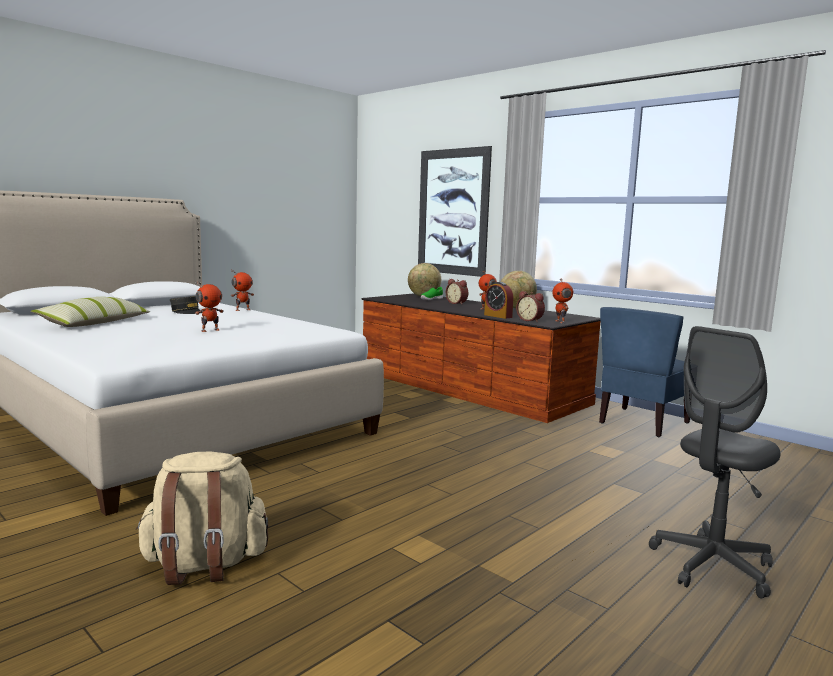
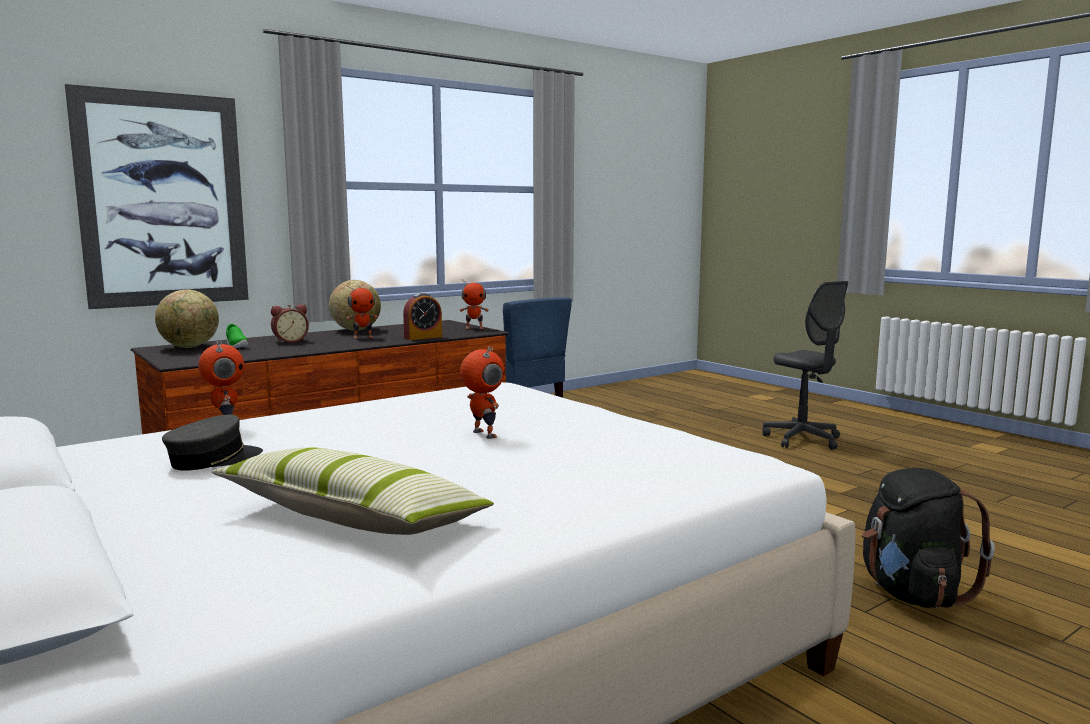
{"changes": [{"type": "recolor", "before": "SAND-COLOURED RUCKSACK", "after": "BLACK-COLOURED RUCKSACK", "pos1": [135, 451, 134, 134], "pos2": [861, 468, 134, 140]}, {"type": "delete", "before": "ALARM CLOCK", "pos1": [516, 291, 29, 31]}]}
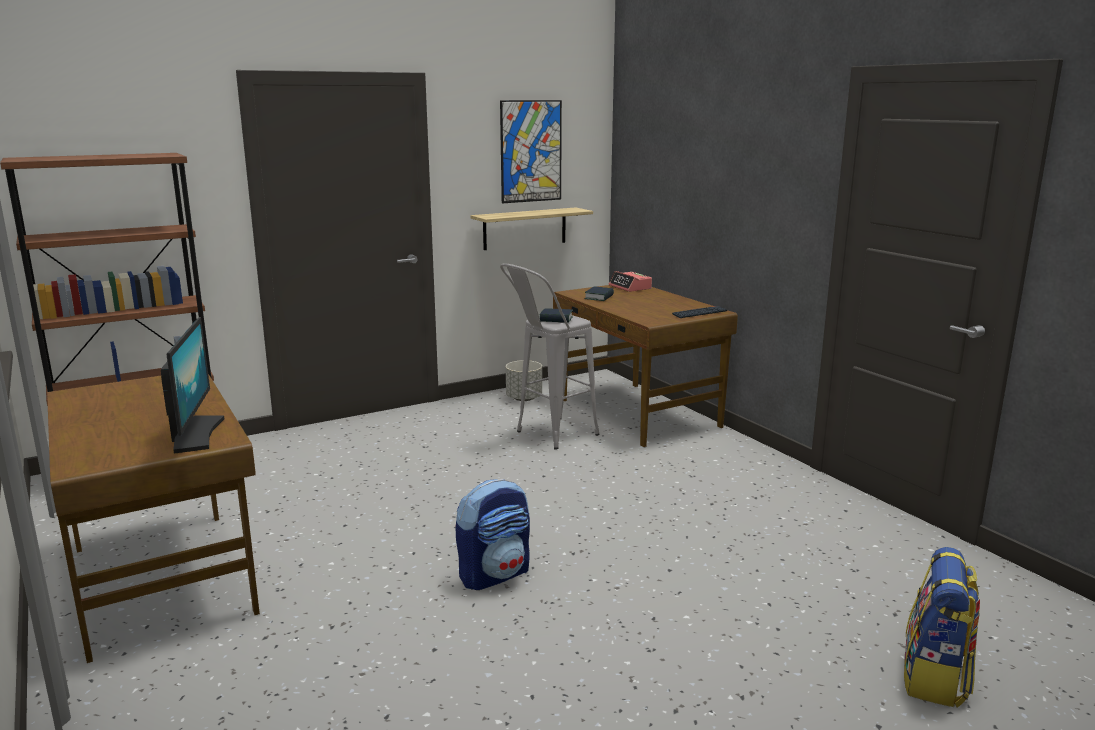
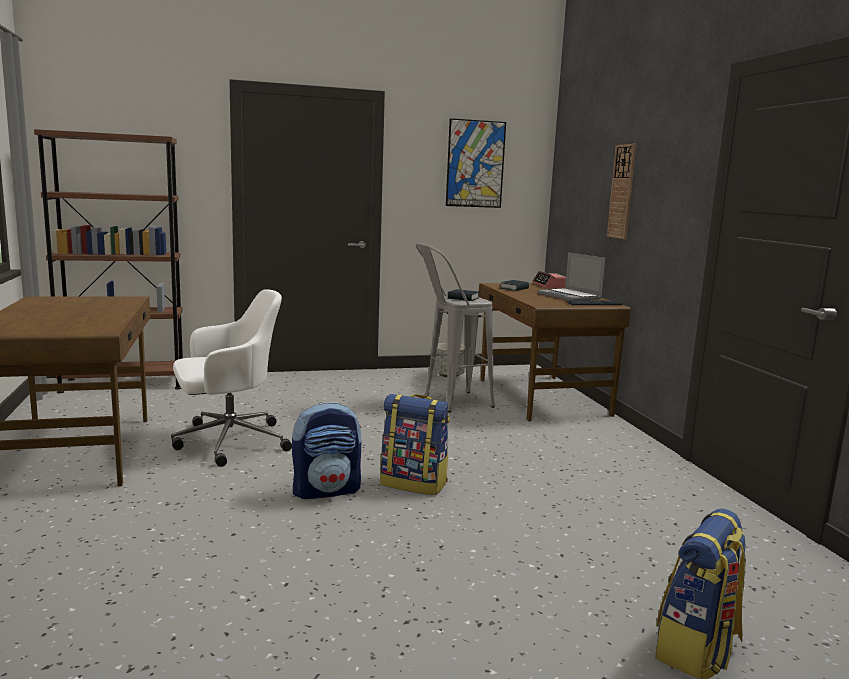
{"changes": [{"type": "delete", "before": "MONITOR", "pos1": [161, 317, 63, 137]}, {"type": "delete", "before": "WALL SHELF", "pos1": [471, 207, 122, 43]}, {"type": "insert", "after": "WHITE-COLOURED COMPUTER CHAIR", "pos2": [171, 289, 121, 178]}, {"type": "insert", "after": "RUCKSACK", "pos2": [380, 394, 70, 101]}, {"type": "insert", "after": "NOTEBOOK COMPUTER", "pos2": [538, 252, 67, 49]}, {"type": "insert", "after": "CLOCK ON THE WALL", "pos2": [607, 144, 29, 95]}]}
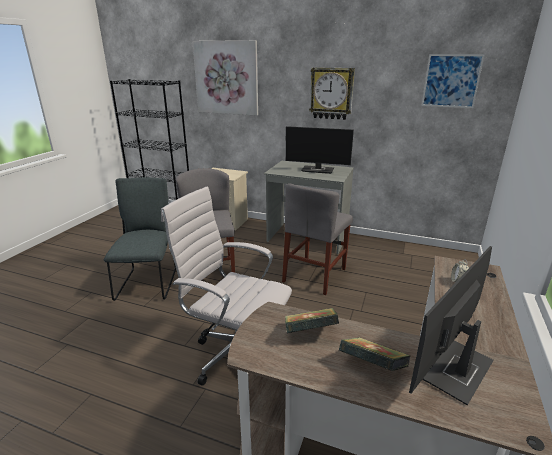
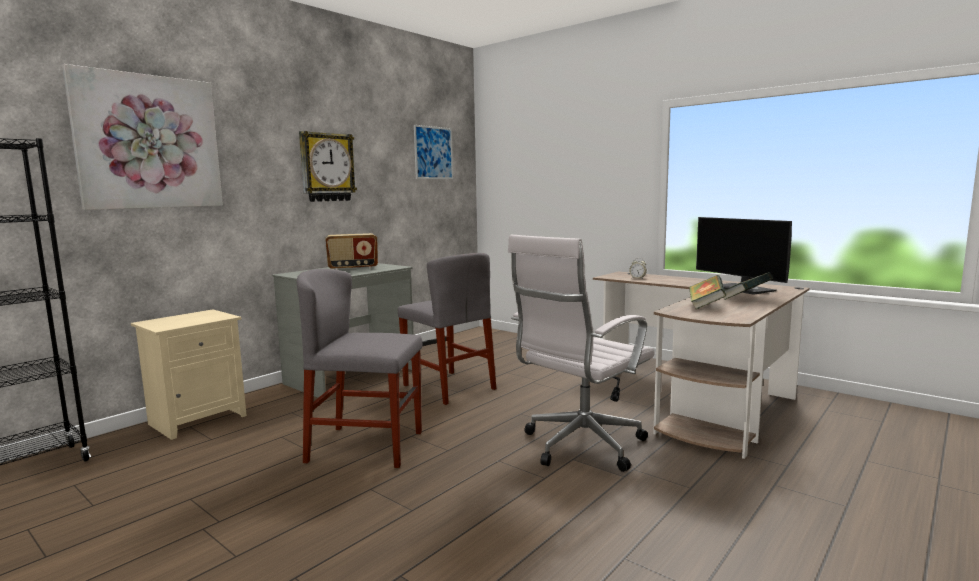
{"changes": [{"type": "delete", "before": "GREY UPRIGHT CHAIR", "pos1": [104, 177, 72, 124]}, {"type": "replace", "before": "MONITOR", "after": "RADIO SET", "pos1": [285, 126, 69, 48], "pos2": [325, 233, 53, 37]}]}
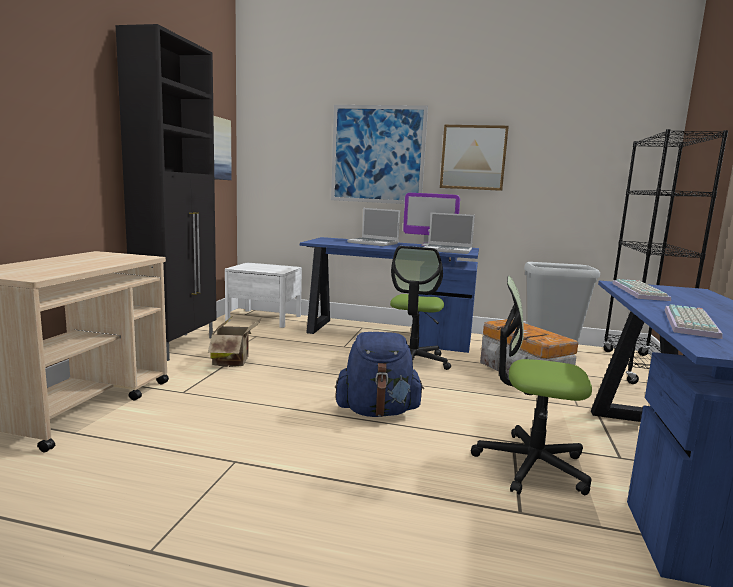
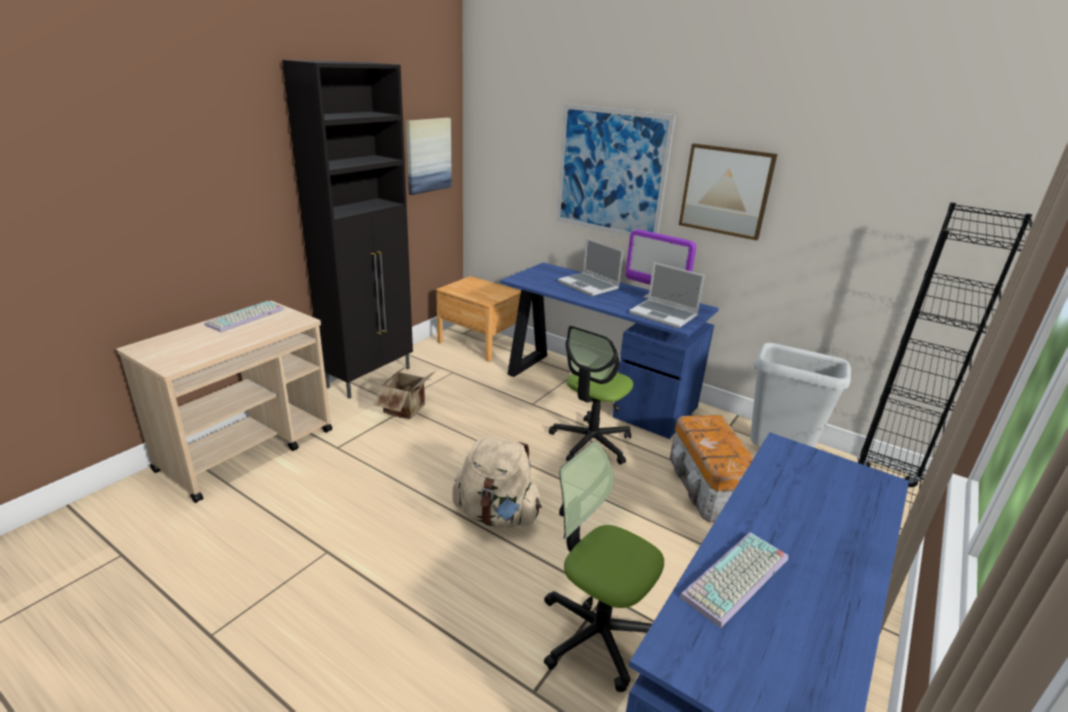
{"changes": [{"type": "recolor", "before": "WHITE-COLOURED NIGHT TABLE", "after": "BROWN-COLOURED NIGHT TABLE", "pos1": [225, 263, 77, 65], "pos2": [436, 276, 85, 85]}, {"type": "recolor", "before": "BLUISH RUCKSACK", "after": "SAND-COLOURED RUCKSACK", "pos1": [335, 332, 89, 85], "pos2": [452, 436, 90, 92]}, {"type": "move", "before": "COMPUTER KEYBOARD", "pos1": [612, 279, 59, 22], "pos2": [205, 301, 79, 31]}]}
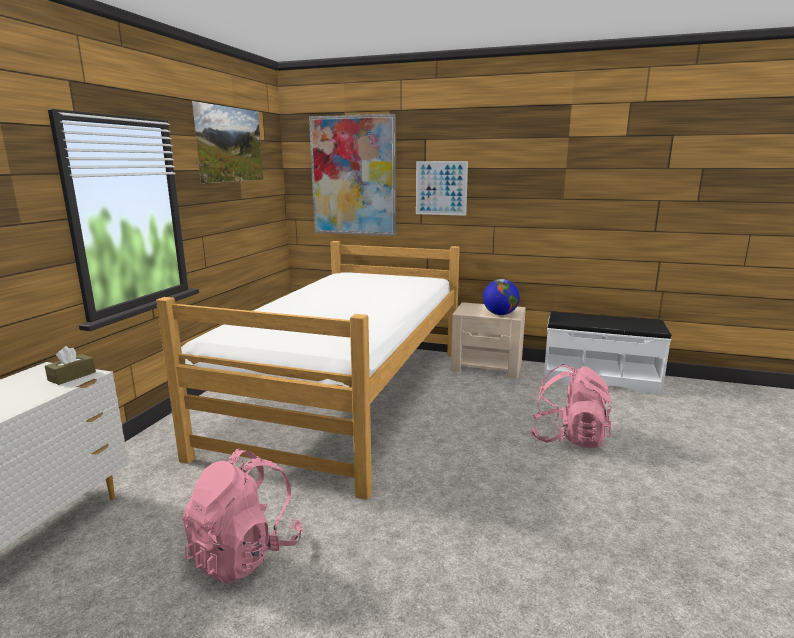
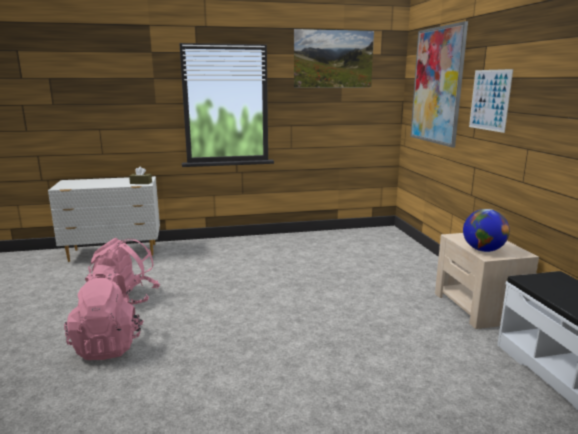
{"changes": [{"type": "delete", "before": "SLEEPING BED", "pos1": [156, 241, 304, 259]}, {"type": "move", "before": "PINKISH RUCKSACK", "pos1": [530, 364, 82, 84], "pos2": [64, 271, 80, 89]}]}
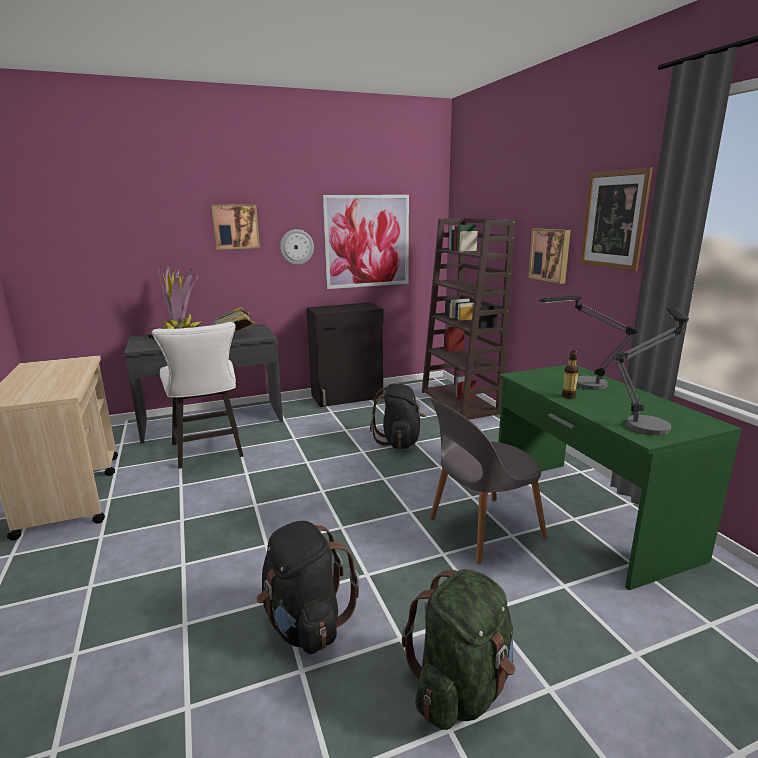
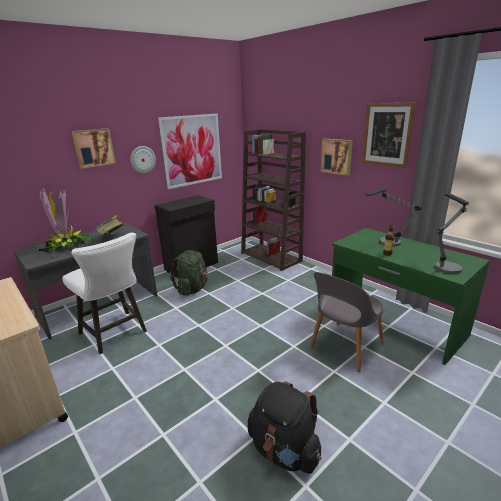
{"changes": [{"type": "delete", "before": "BLACK-COLOURED RUCKSACK", "pos1": [370, 383, 56, 66]}, {"type": "move", "before": "GREEN-COLOURED RUCKSACK", "pos1": [402, 569, 114, 161], "pos2": [170, 250, 38, 46]}]}
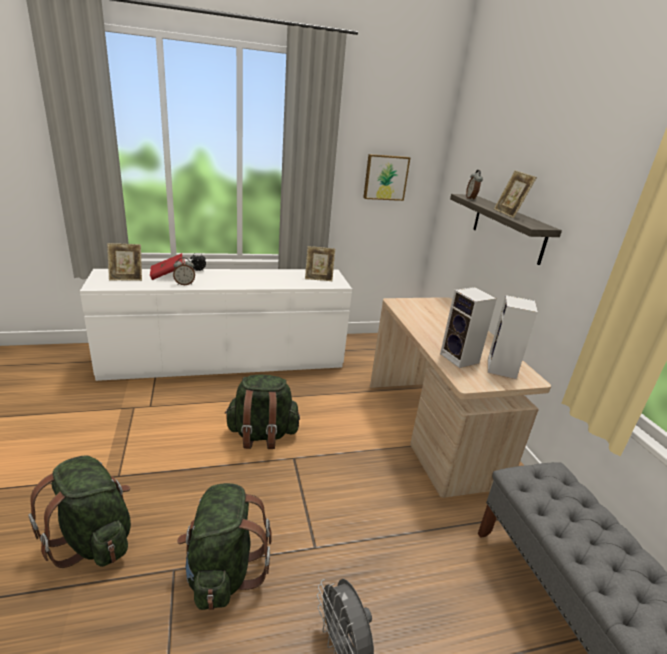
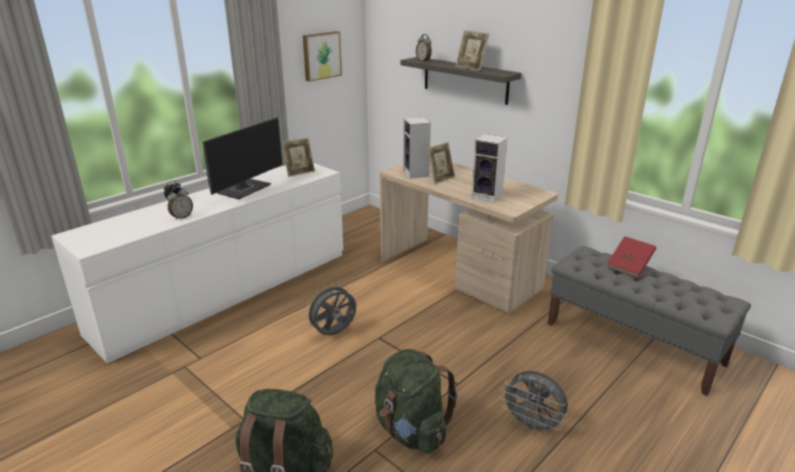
{"changes": [{"type": "move", "before": "PICTURE FRAME", "pos1": [107, 243, 35, 38], "pos2": [427, 142, 28, 42]}, {"type": "move", "before": "RED BOOK", "pos1": [150, 253, 35, 27], "pos2": [607, 236, 49, 42]}, {"type": "replace", "before": "GREEN-COLOURED RUCKSACK", "after": "GREY COOLING FAN", "pos1": [224, 374, 76, 75], "pos2": [305, 283, 51, 52]}, {"type": "move", "before": "AUDIO SPEAKER", "pos1": [488, 295, 50, 84], "pos2": [403, 117, 28, 62]}, {"type": "insert", "after": "MONITOR", "pos2": [203, 117, 80, 83]}]}
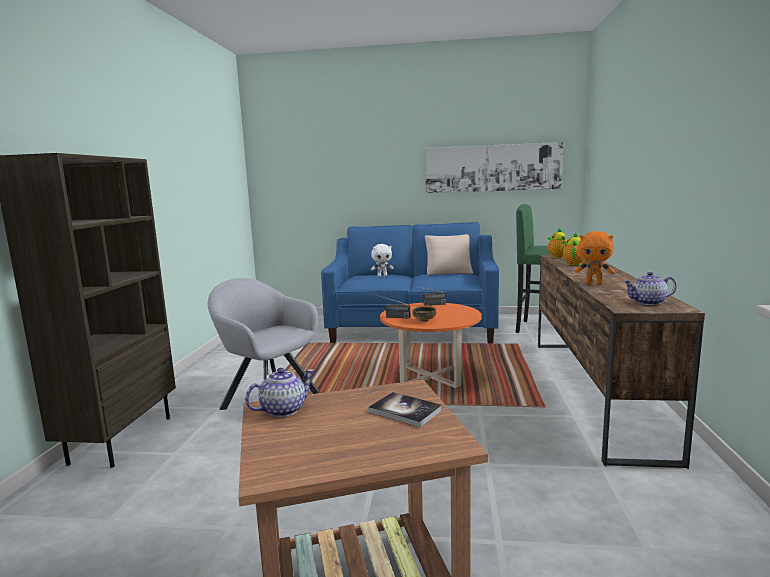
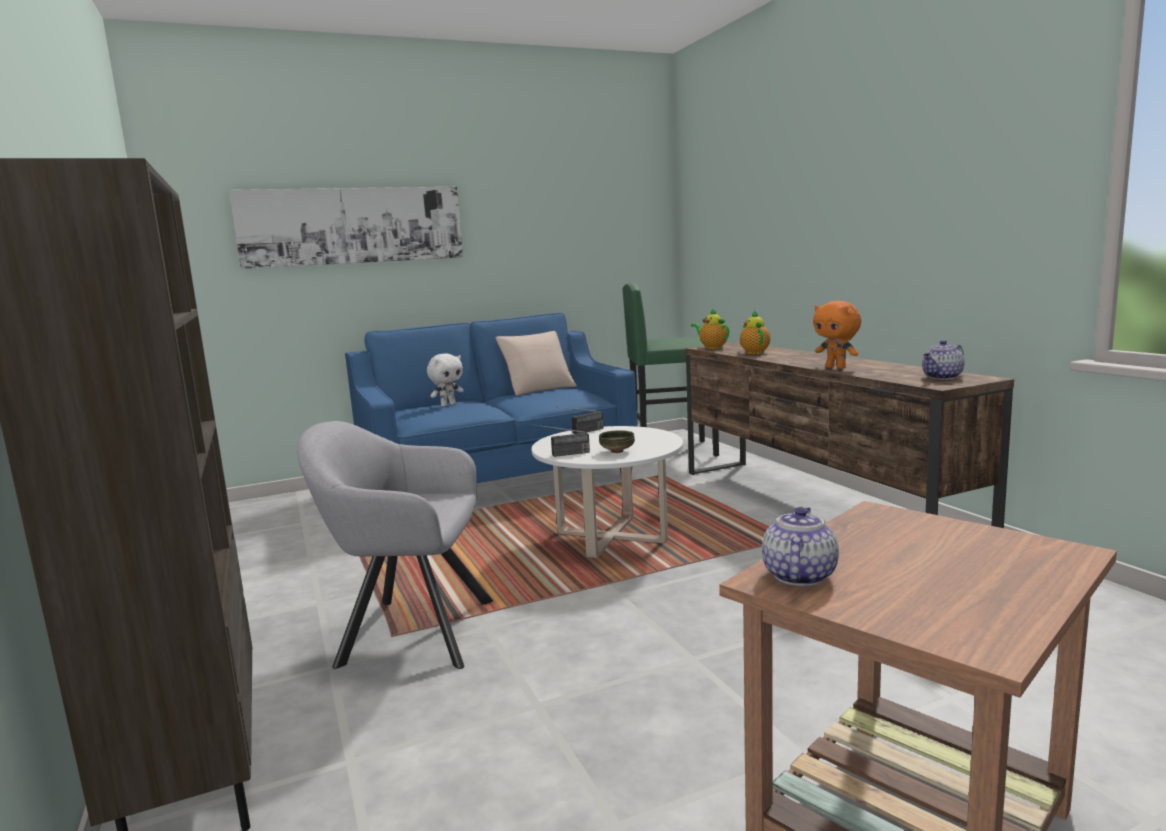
{"changes": [{"type": "delete", "before": "BOOK", "pos1": [368, 392, 75, 35]}, {"type": "recolor", "before": "ORANGE-COLOURED LOW TABLE", "after": "WHITE-COLOURED LOW TABLE", "pos1": [380, 303, 102, 85], "pos2": [532, 426, 151, 132]}, {"type": "move", "before": "WALL PICTURE", "pos1": [425, 142, 138, 51], "pos2": [229, 187, 234, 82]}, {"type": "rotate", "before": "ORANGE-COLOURED PLUSH TOY", "pos1": [575, 231, 40, 53], "pos2": [813, 301, 48, 68], "turn": 60}]}
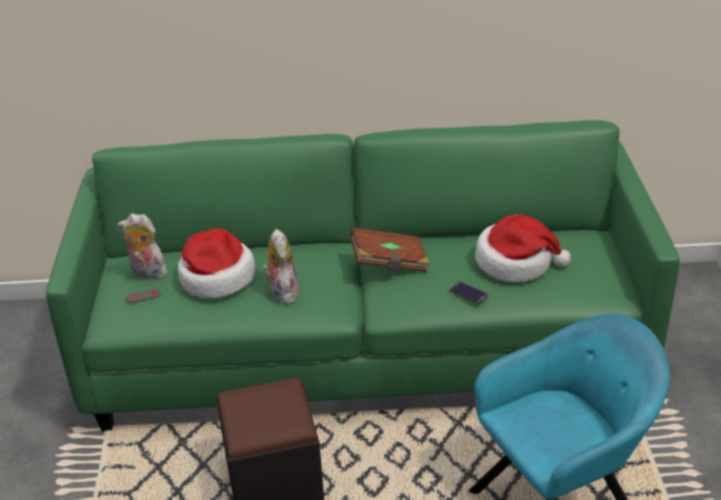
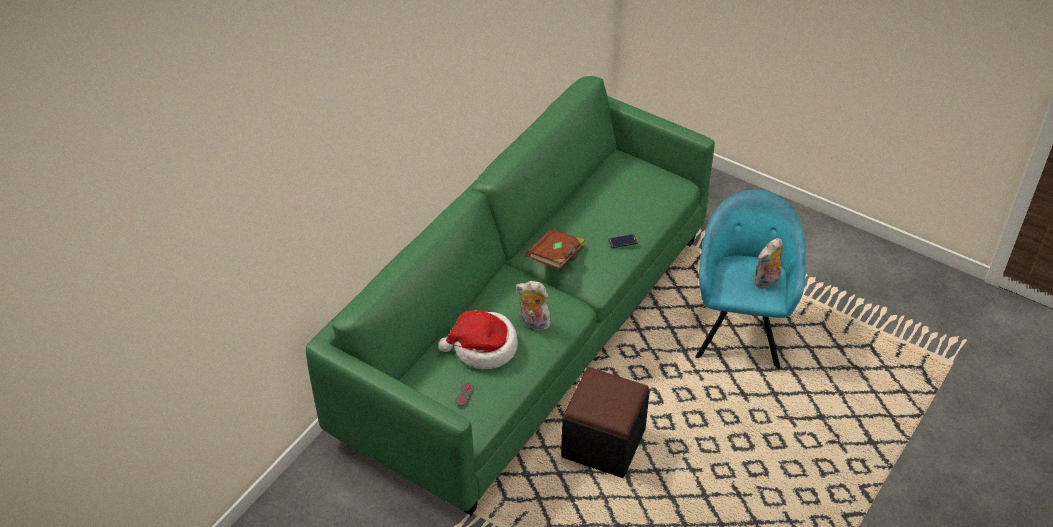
{"changes": [{"type": "move", "before": "PLUSH TOY", "pos1": [117, 213, 50, 67], "pos2": [754, 238, 29, 50]}, {"type": "delete", "before": "HAT", "pos1": [475, 214, 96, 68]}]}
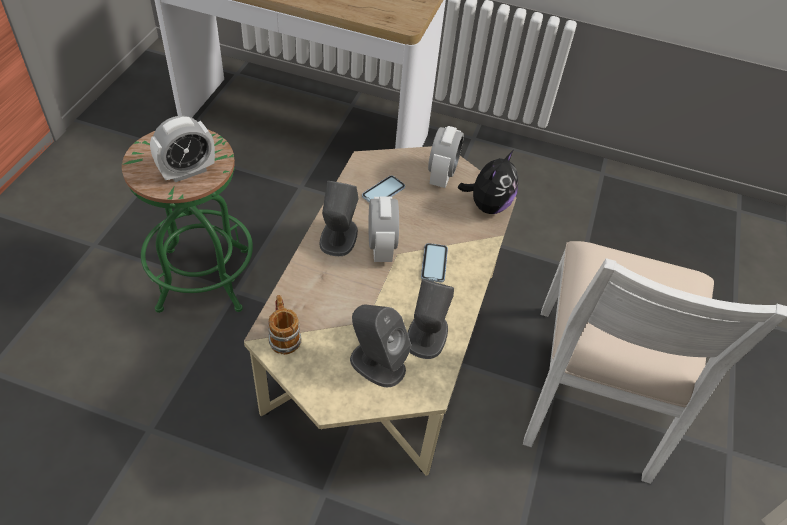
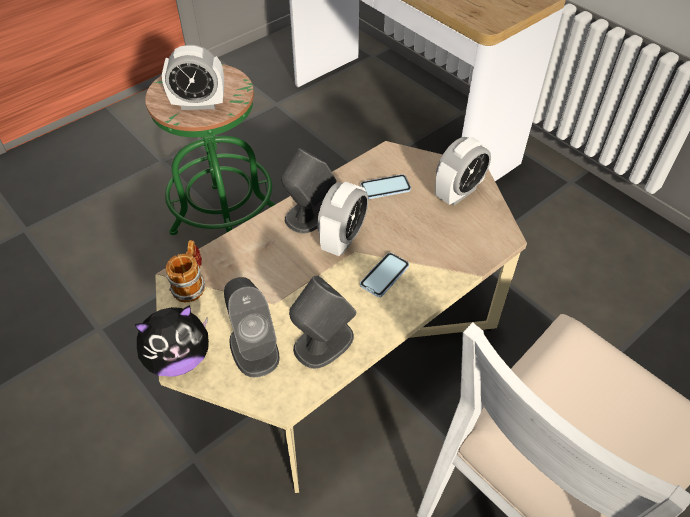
{"changes": [{"type": "move", "before": "PLUSH TOY", "pos1": [458, 150, 60, 64], "pos2": [135, 305, 74, 72]}]}
